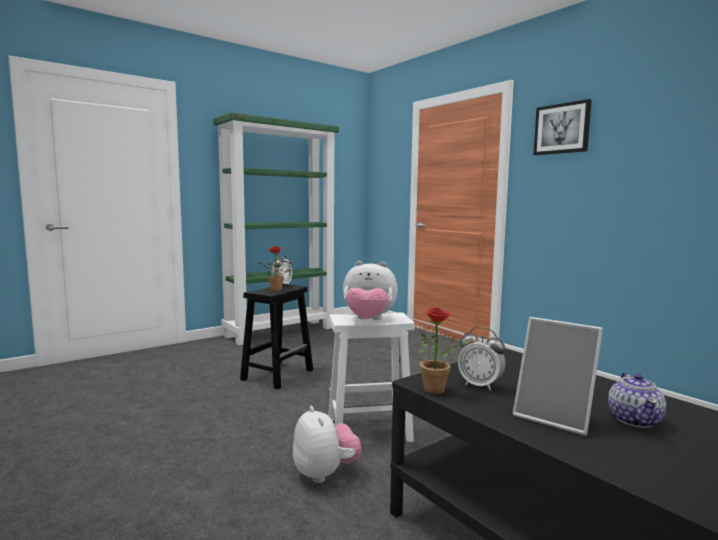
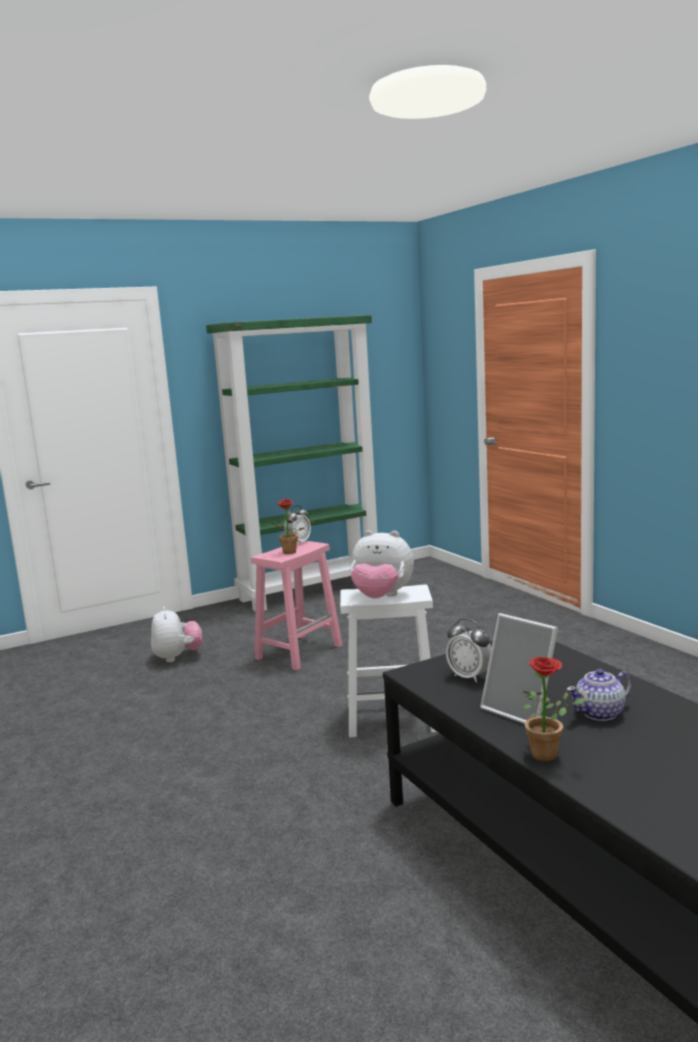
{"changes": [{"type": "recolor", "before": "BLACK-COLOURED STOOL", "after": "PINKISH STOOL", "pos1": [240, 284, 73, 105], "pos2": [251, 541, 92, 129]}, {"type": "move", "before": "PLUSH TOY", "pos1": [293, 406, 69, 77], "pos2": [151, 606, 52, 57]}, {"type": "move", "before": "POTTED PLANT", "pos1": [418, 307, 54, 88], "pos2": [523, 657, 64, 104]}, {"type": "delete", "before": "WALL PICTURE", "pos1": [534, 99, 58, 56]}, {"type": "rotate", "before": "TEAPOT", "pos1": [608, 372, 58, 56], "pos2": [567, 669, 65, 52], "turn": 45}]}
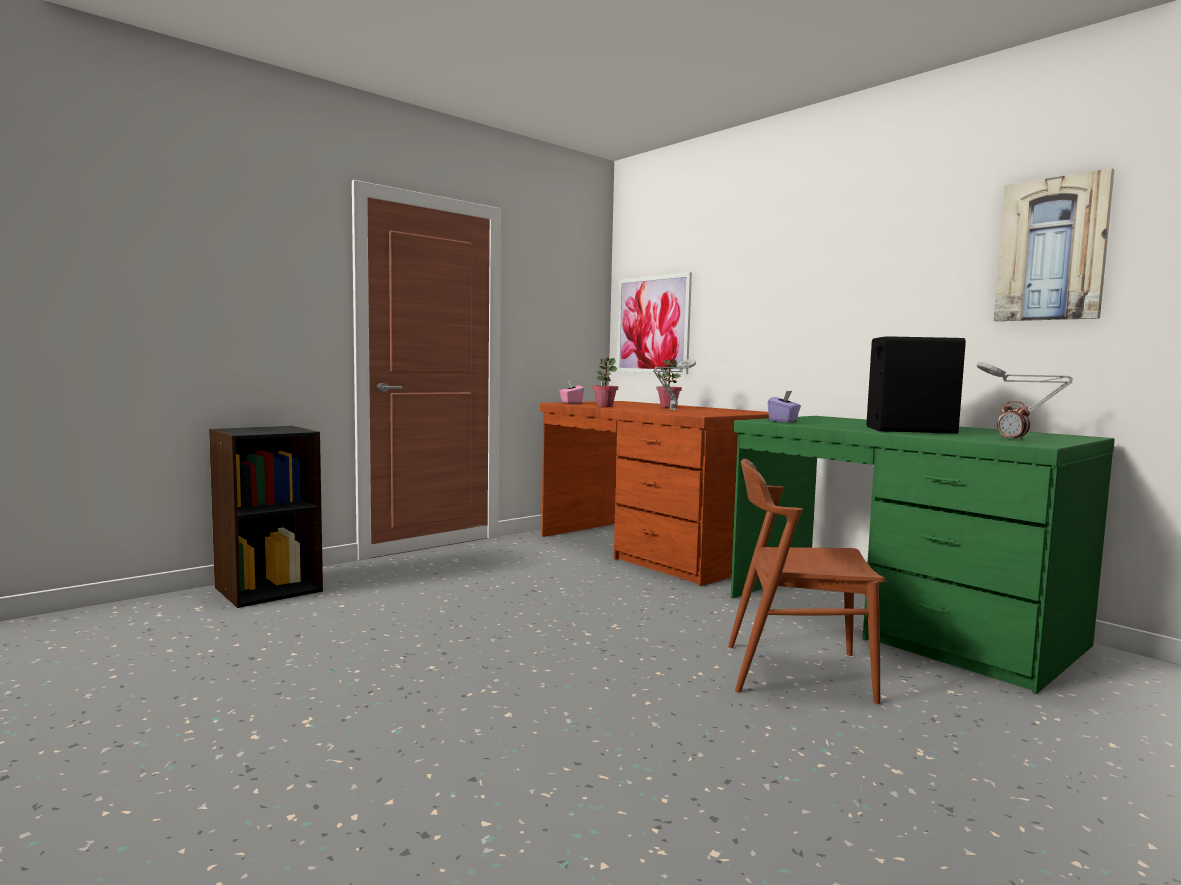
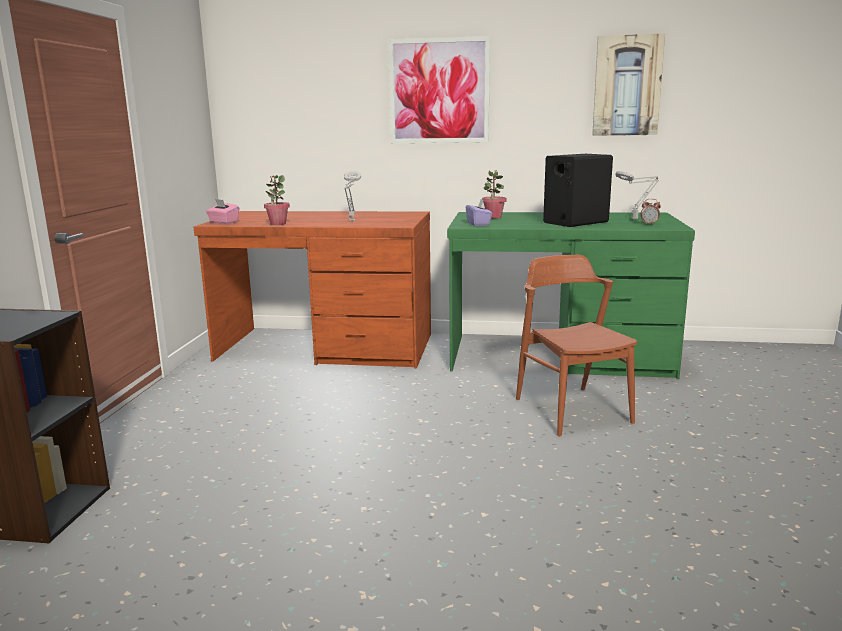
{"changes": [{"type": "move", "before": "WALL PICTURE", "pos1": [617, 272, 75, 102], "pos2": [388, 36, 102, 107]}, {"type": "move", "before": "POTTED PLANT", "pos1": [656, 359, 26, 48], "pos2": [482, 171, 25, 48]}, {"type": "rotate", "before": "BROWN-COLOURED UPRIGHT CHAIR", "pos1": [728, 459, 157, 245], "pos2": [516, 255, 121, 181], "turn": 105}]}
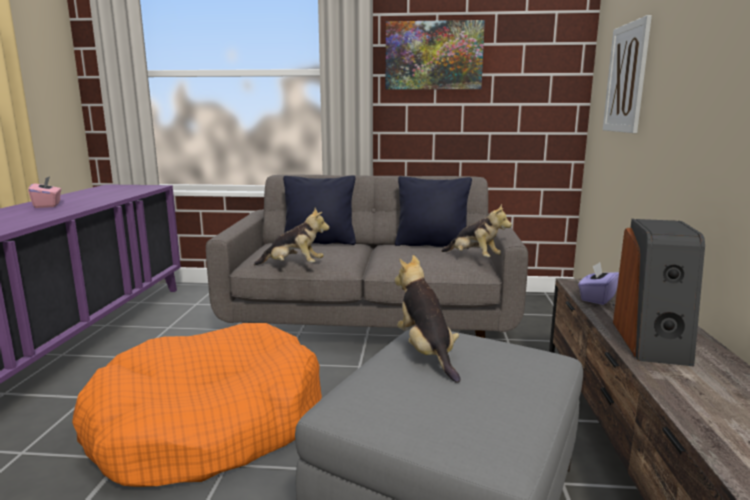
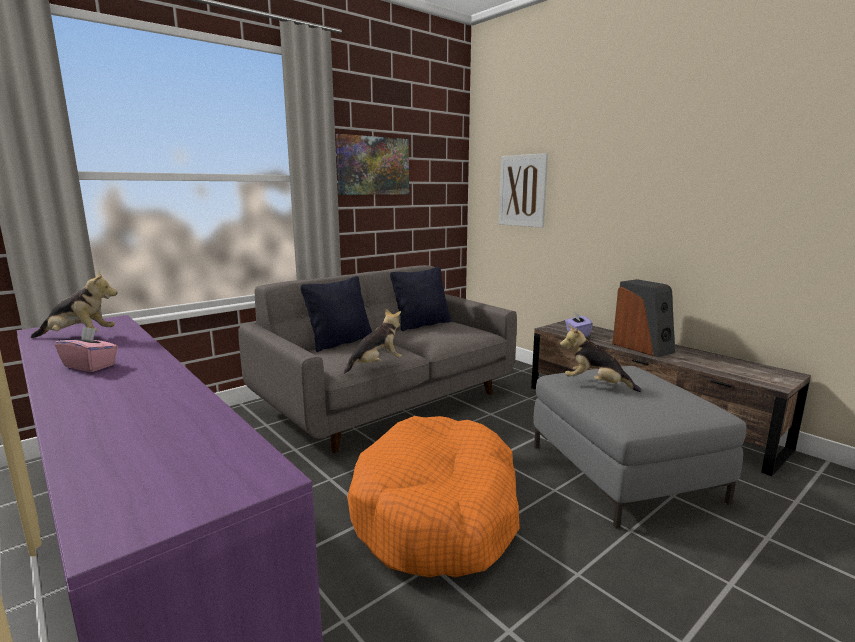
{"changes": [{"type": "move", "before": "PLUSH TOY", "pos1": [441, 204, 71, 53], "pos2": [31, 271, 86, 67]}]}
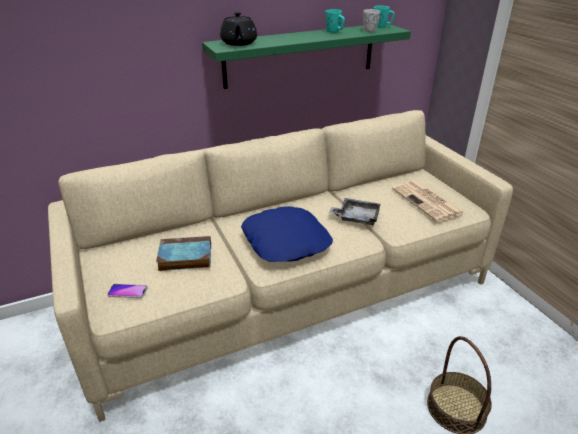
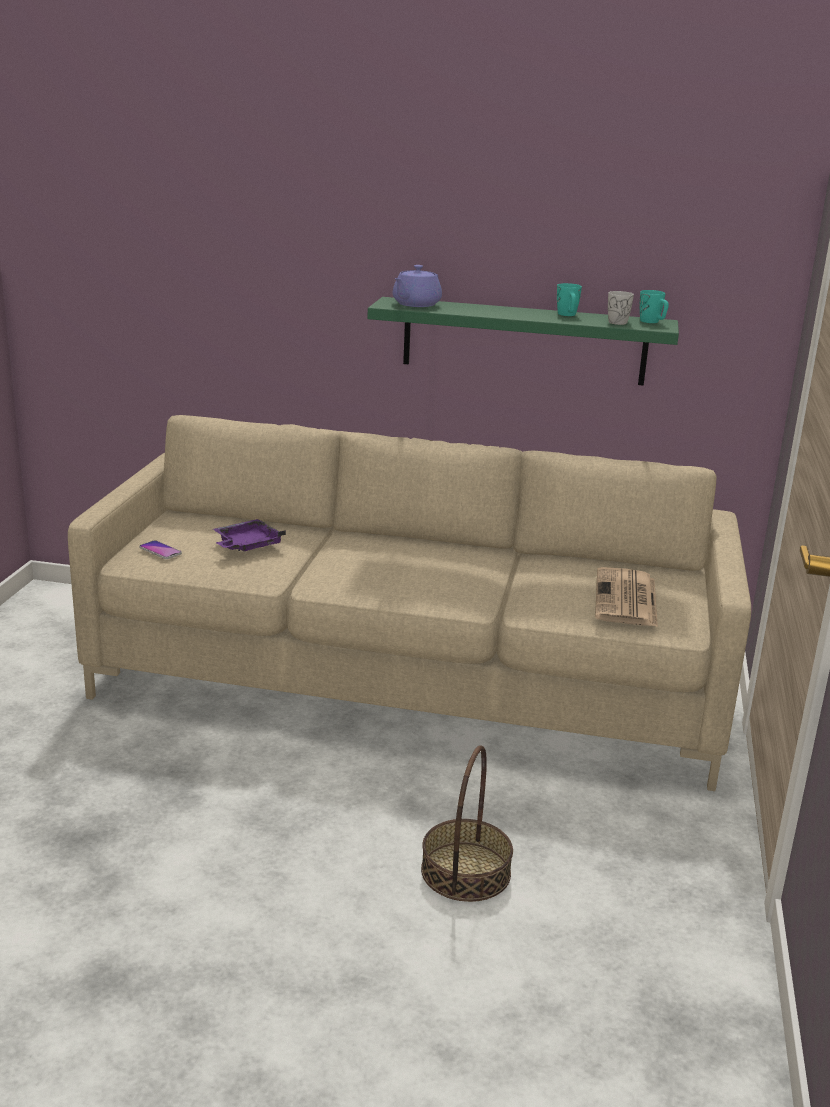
{"changes": [{"type": "replace", "before": "BOOK", "after": "PURPLISH SERVING TRAY", "pos1": [156, 236, 55, 35], "pos2": [213, 519, 73, 32]}, {"type": "recolor", "before": "BLACK-COLOURED TEAPOT", "after": "PURPLISH TEAPOT", "pos1": [220, 12, 37, 34], "pos2": [393, 265, 49, 42]}, {"type": "delete", "before": "BLUISH PILLOW", "pos1": [241, 206, 92, 56]}, {"type": "delete", "before": "GREY SERVING TRAY", "pos1": [329, 198, 52, 27]}]}
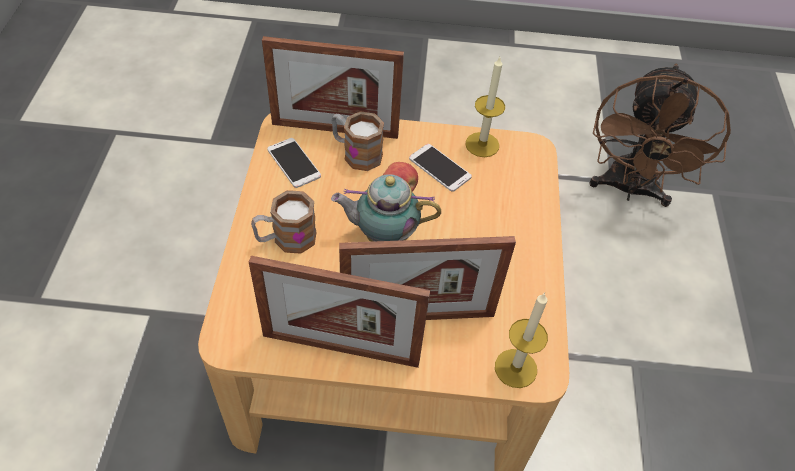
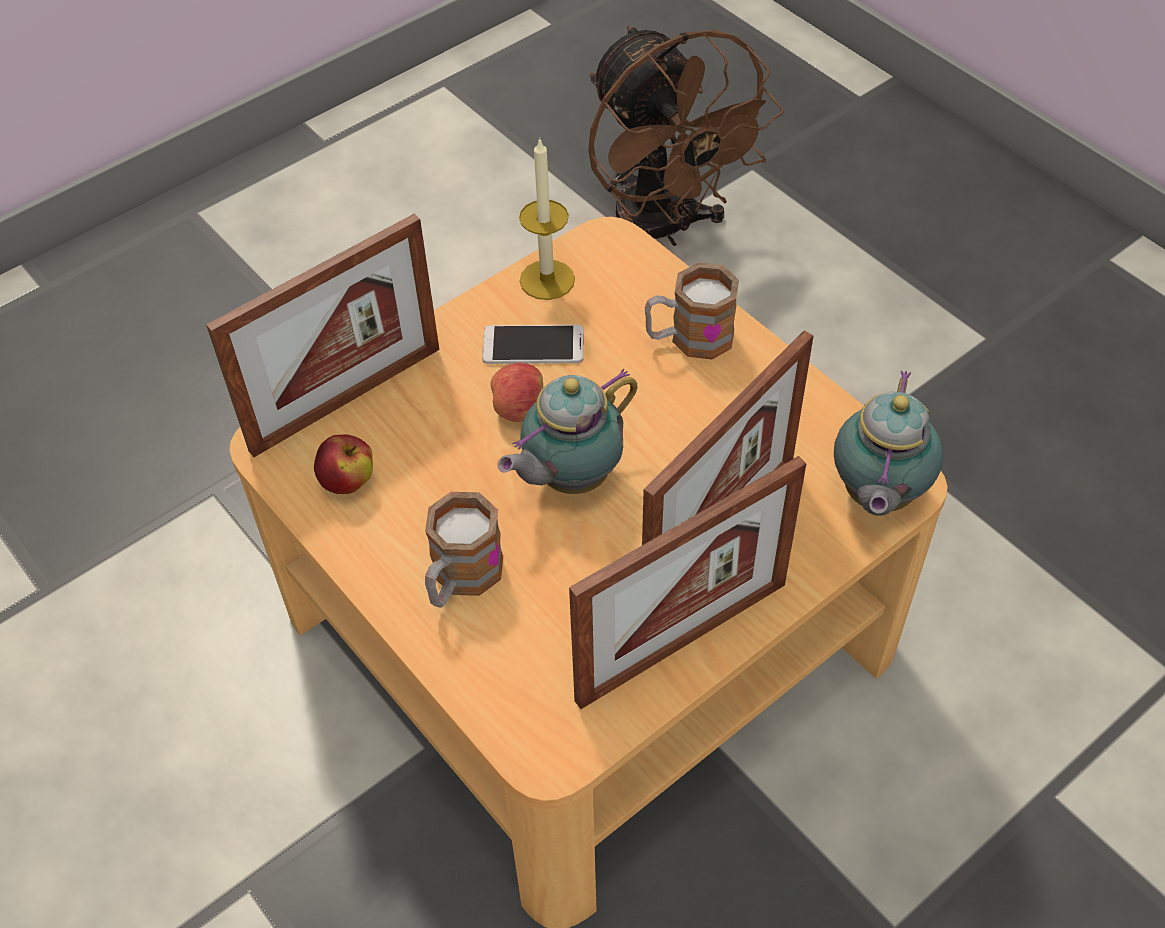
{"changes": [{"type": "replace", "before": "HANDSET", "after": "APPLE FRUIT", "pos1": [267, 138, 54, 50], "pos2": [314, 434, 59, 60]}, {"type": "move", "before": "TEA MUG", "pos1": [332, 111, 52, 60], "pos2": [645, 263, 94, 96]}, {"type": "replace", "before": "CANDLE", "after": "TEAPOT", "pos1": [495, 293, 53, 95], "pos2": [834, 370, 109, 146]}]}
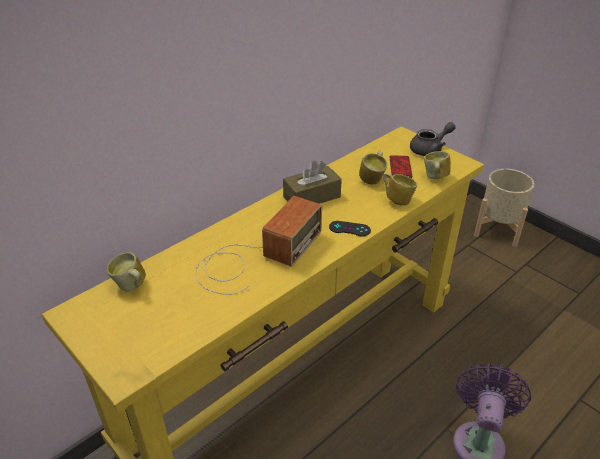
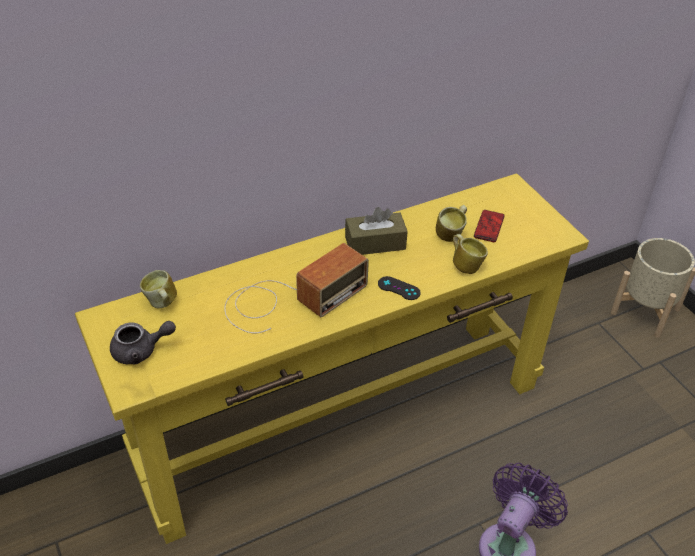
{"changes": [{"type": "move", "before": "GREY TEAPOT", "pos1": [410, 122, 46, 34], "pos2": [110, 321, 66, 43]}, {"type": "delete", "before": "TEA MUG", "pos1": [424, 151, 27, 28]}]}
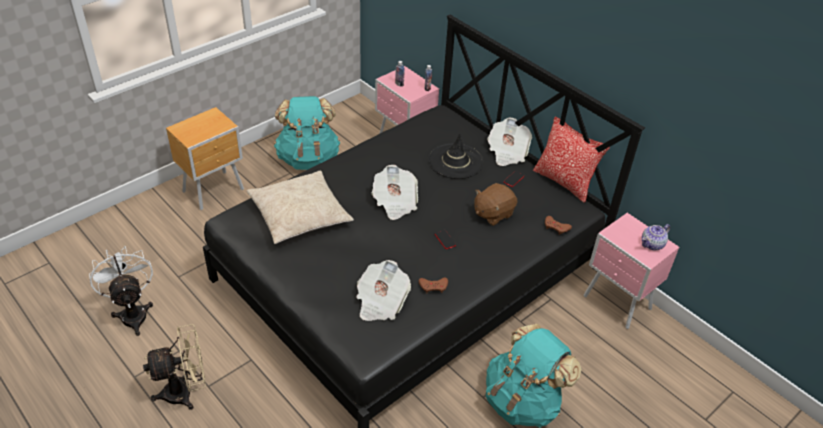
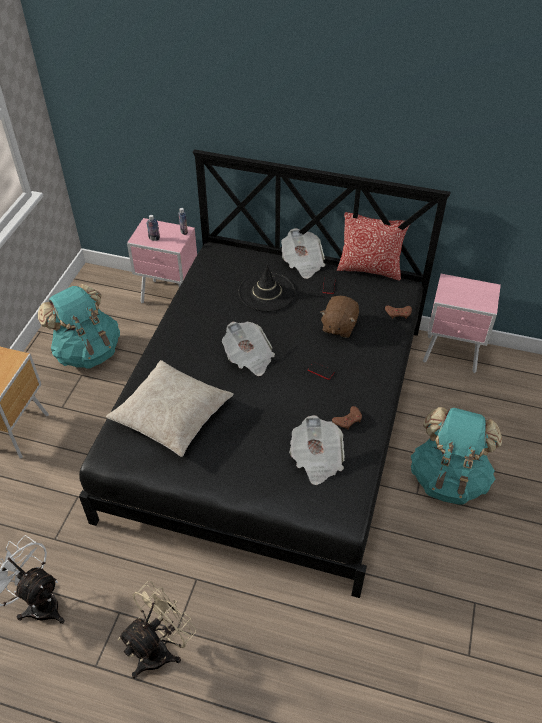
{"changes": [{"type": "delete", "before": "TEAPOT", "pos1": [642, 224, 28, 26]}]}
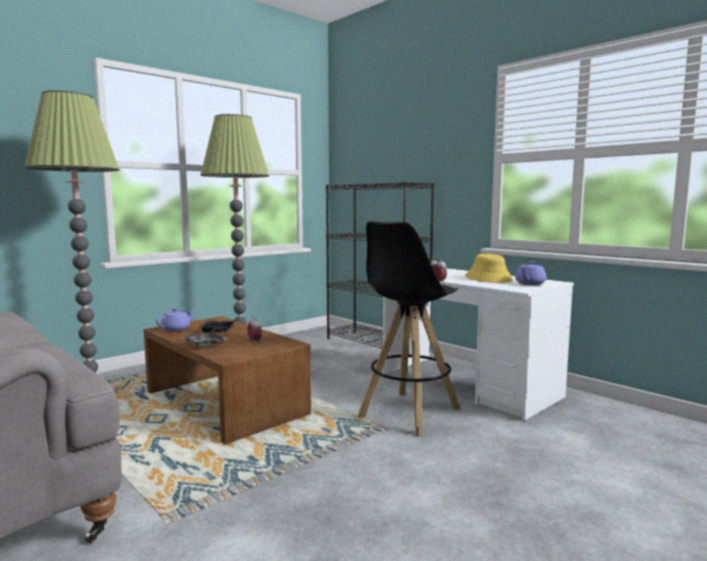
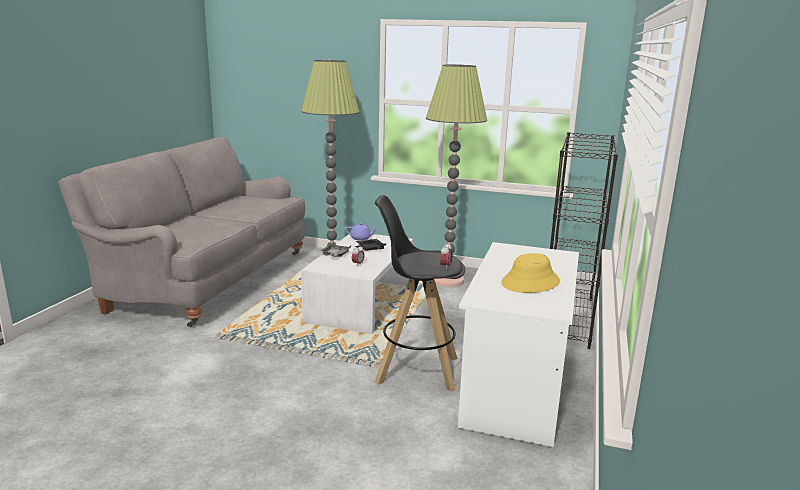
{"changes": [{"type": "recolor", "before": "BROWN-COLOURED LOW TABLE", "after": "WHITE-COLOURED LOW TABLE", "pos1": [143, 316, 168, 128], "pos2": [301, 234, 112, 100]}, {"type": "delete", "before": "PURPLISH TEAPOT", "pos1": [515, 261, 31, 24]}]}
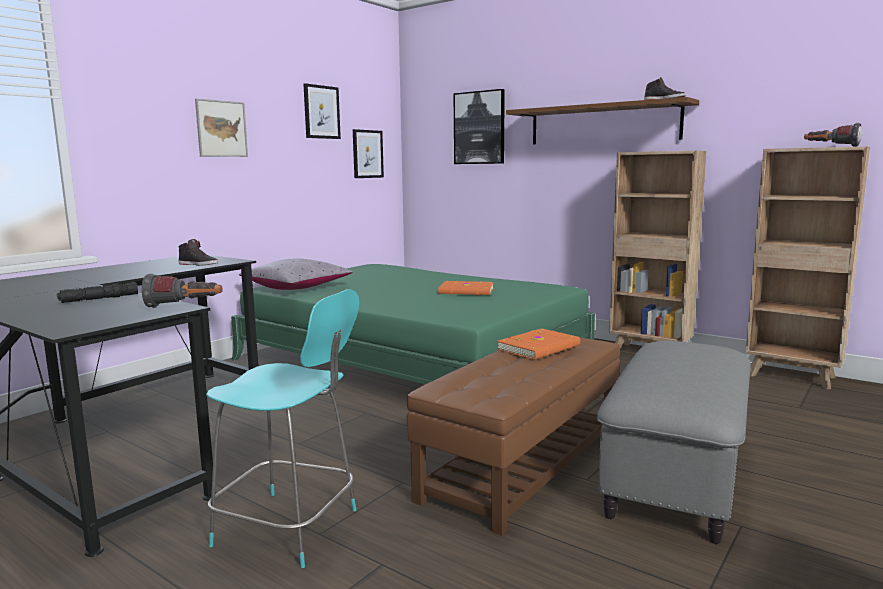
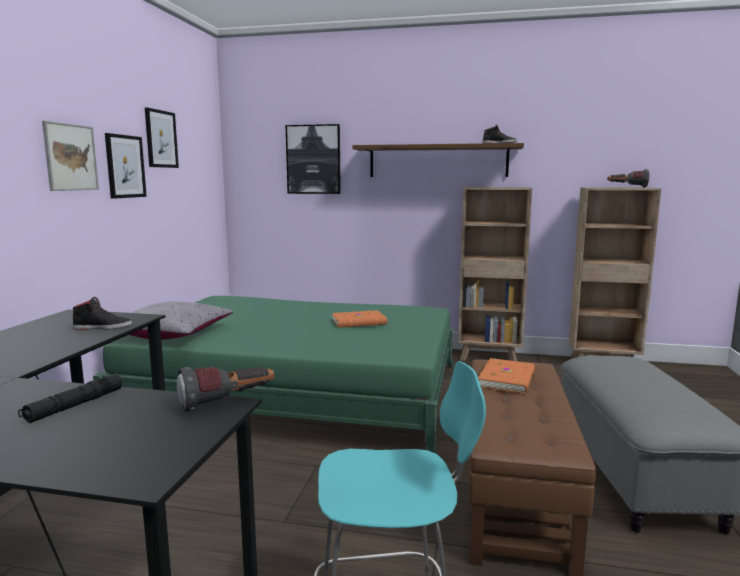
{"changes": [{"type": "move", "before": "WALL PICTURE", "pos1": [353, 129, 31, 49], "pos2": [105, 133, 42, 66]}]}
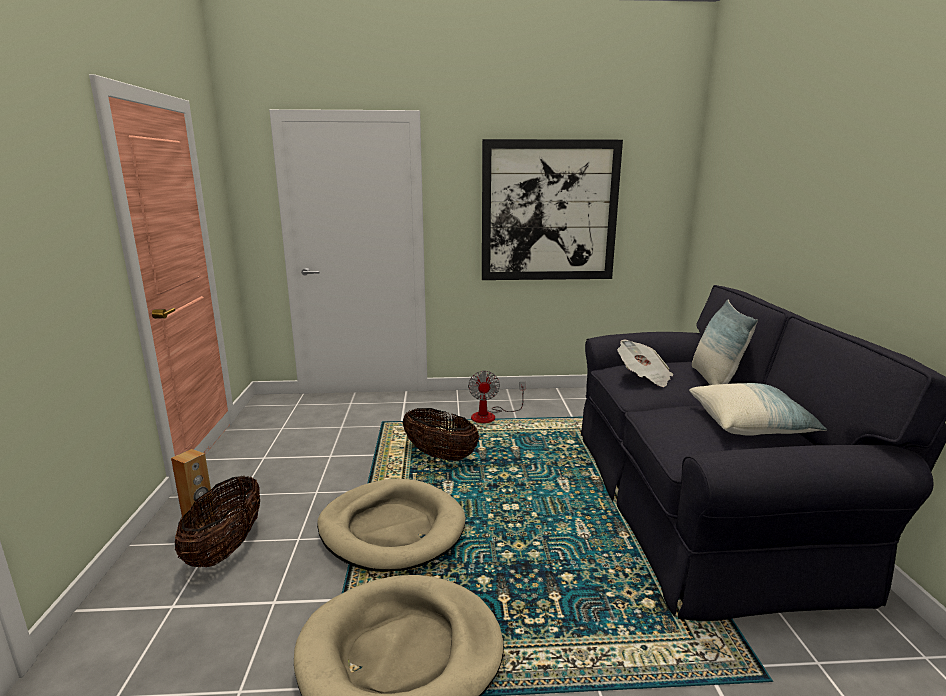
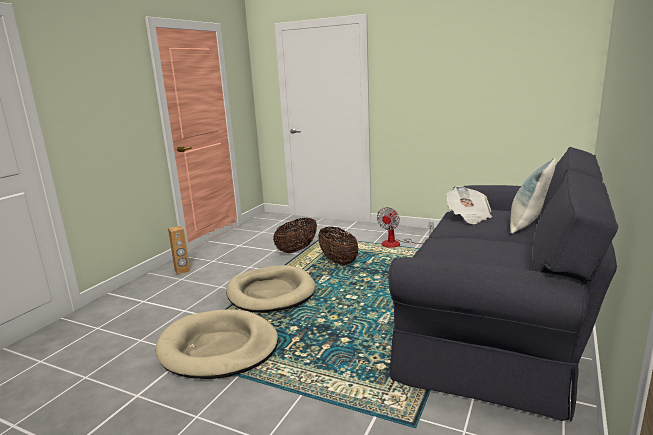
{"changes": [{"type": "move", "before": "STORAGE BASKET", "pos1": [175, 475, 85, 92], "pos2": [273, 218, 44, 35]}, {"type": "delete", "before": "WALL PICTURE", "pos1": [482, 139, 141, 141]}, {"type": "delete", "before": "PILLOW", "pos1": [689, 383, 138, 53]}]}
